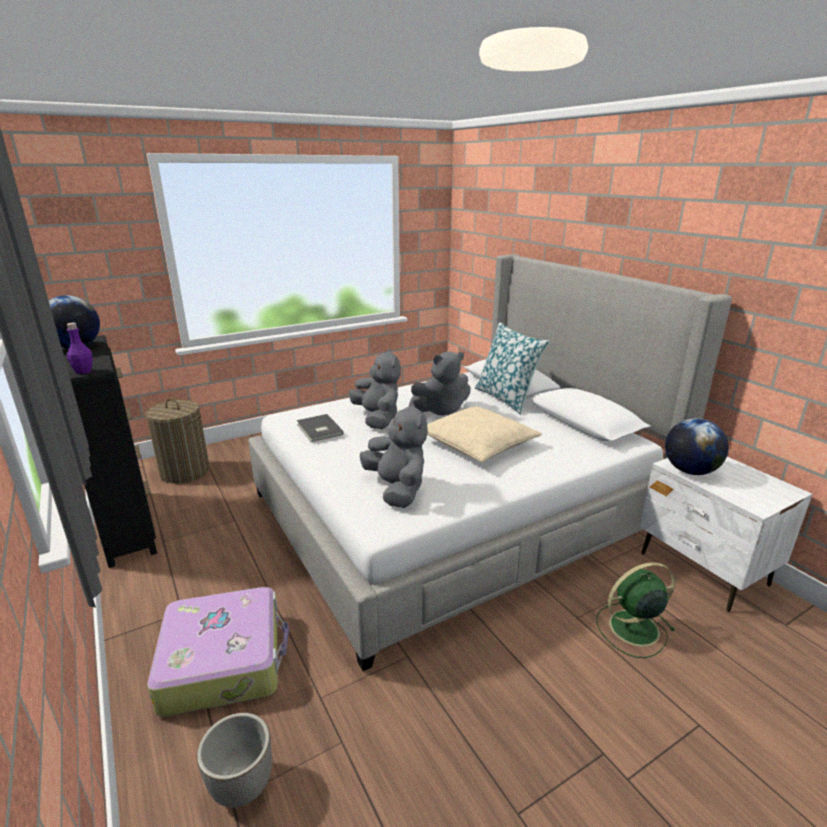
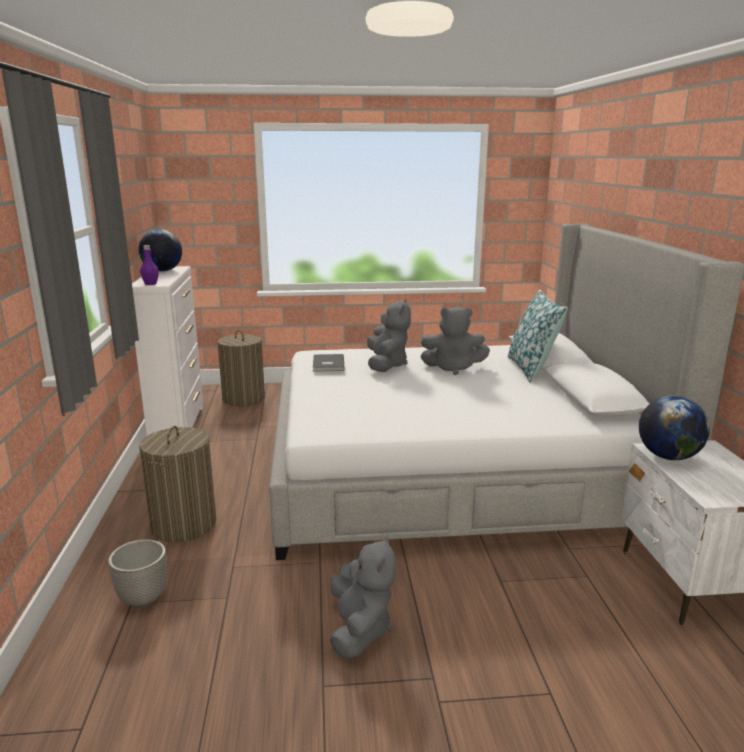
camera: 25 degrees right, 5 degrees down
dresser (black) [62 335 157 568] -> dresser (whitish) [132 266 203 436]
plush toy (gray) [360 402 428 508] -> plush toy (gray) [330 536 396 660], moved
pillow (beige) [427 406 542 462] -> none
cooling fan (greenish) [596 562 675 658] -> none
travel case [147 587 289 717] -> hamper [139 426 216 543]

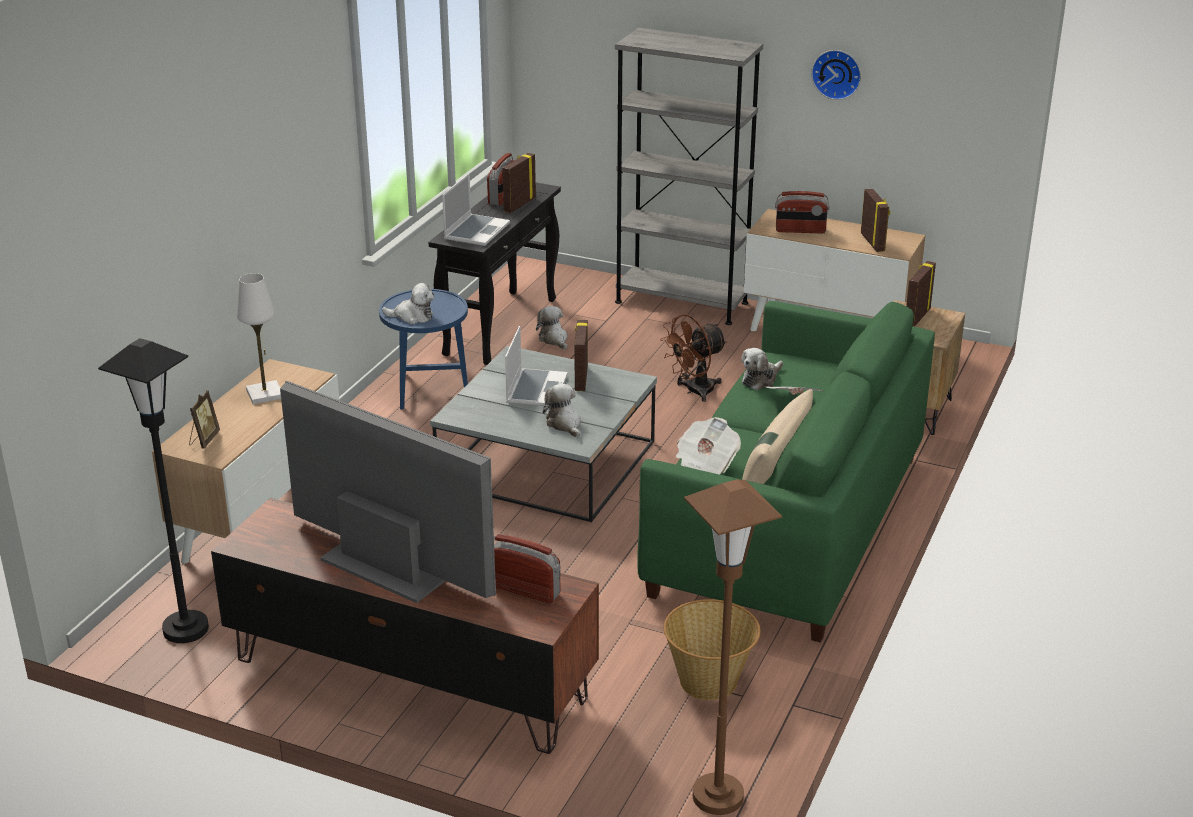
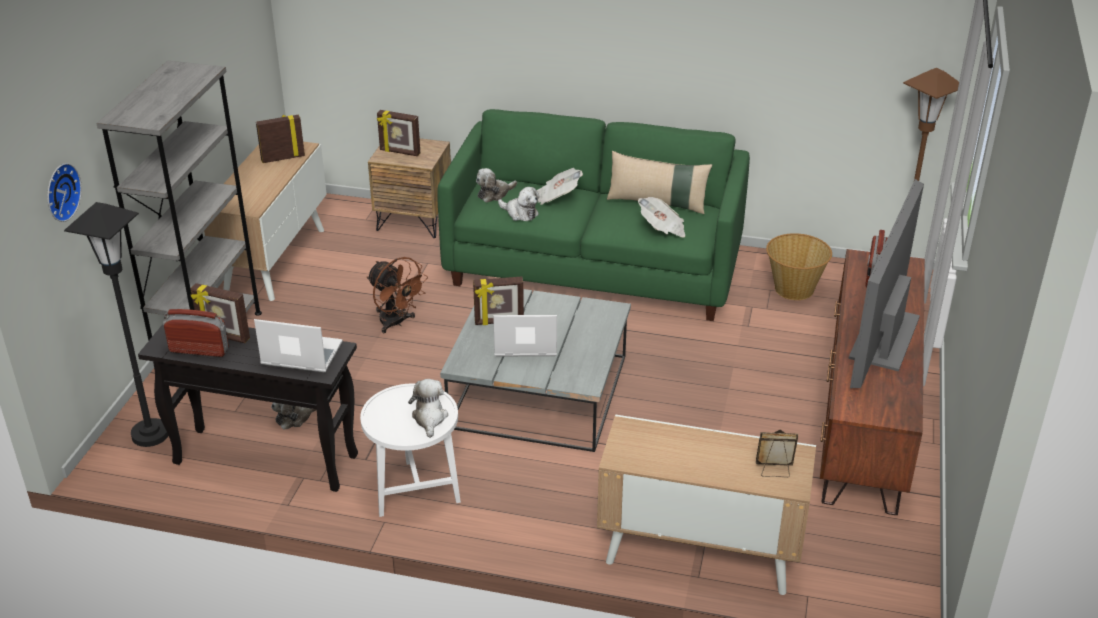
camera: 100 degrees left, 5 degrees up
hanging clock [811 50 861 100] -> hanging clock [47 163 82 222], moved
radio set [775 191 830 234] -> none
table lamp (whitish) [237 273 281 404] -> none
end table (bluish) [379 289 468 409] -> end table (whitish) [360 383 461 517]
standard lamp (black) [98 338 209 643] -> standard lamp (black) [64 202 168 447], moved
plush toy [543 384 581 437] -> plush toy [476 168 517 202], moved

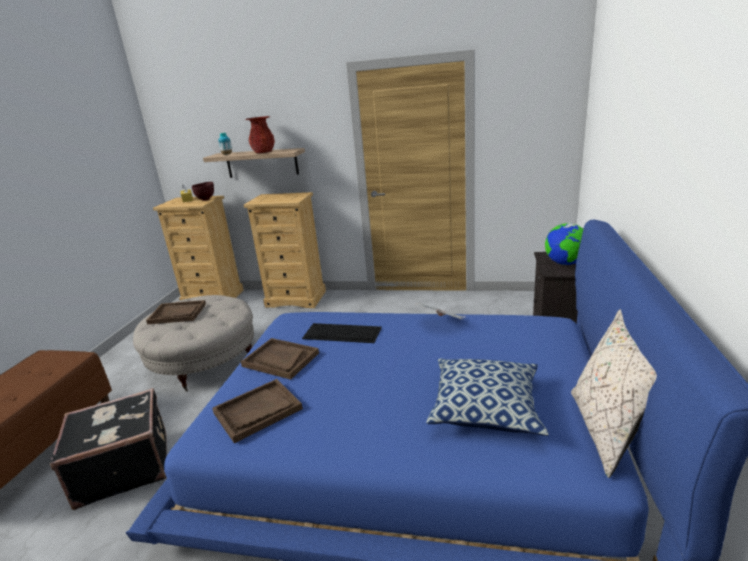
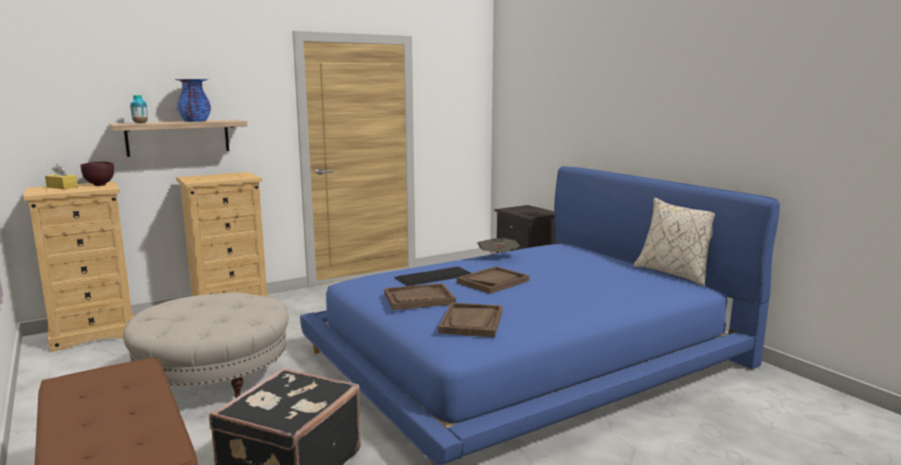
camera: 45 degrees left, 10 degrees down
flower vase (reddish) [245 116 275 153] -> flower vase (bluish) [175 79 211 122]
desk globe [545 223 583 265] -> none
serving tray (brown) [146 300 206 324] -> serving tray (brown) [457 266 529 294], moved
pillow [426 359 548 436] -> none

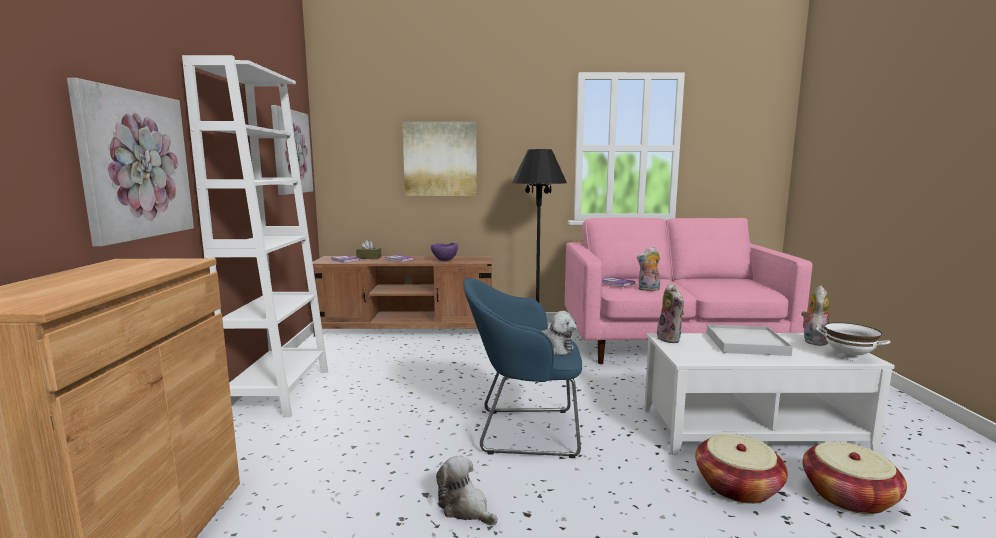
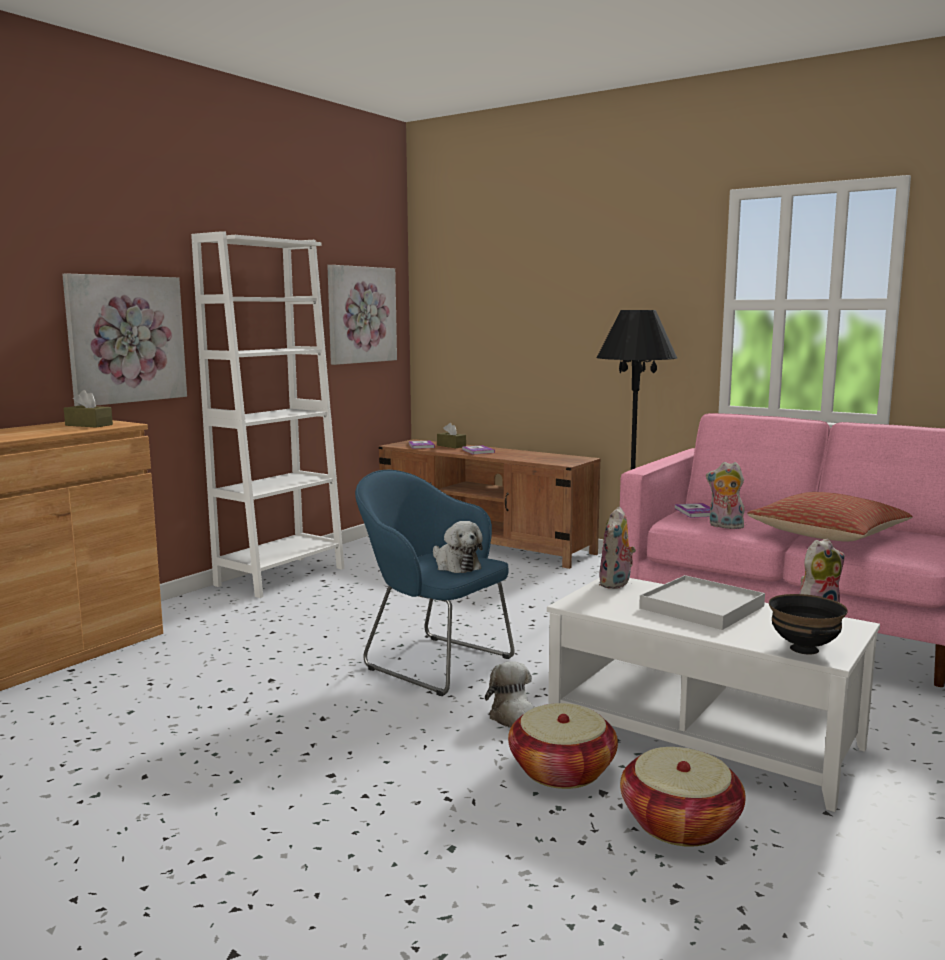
camera: 35 degrees right, 0 degrees up
wall picture [402 122 477 196] -> none
serving bowl (purplish) [431 243 458 261] -> none
serving bowl (whitish) [816 322 891 360] -> serving bowl (black) [769 594 848 655]
plush toy [436 455 498 525] -> plush toy [485 662 535 728], moved
none -> box of tissues (brown) [64 390 113 428]
none -> pillow [747 492 913 542]

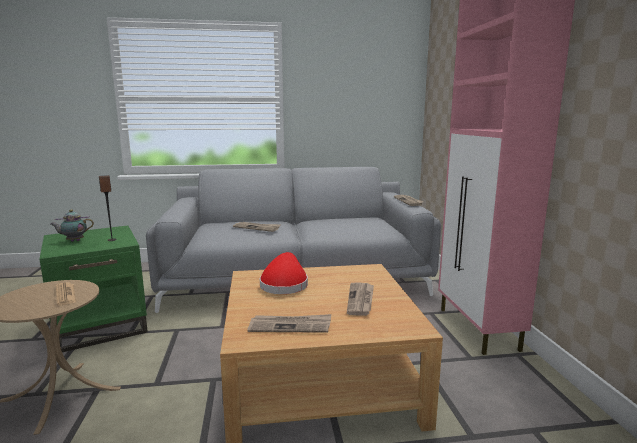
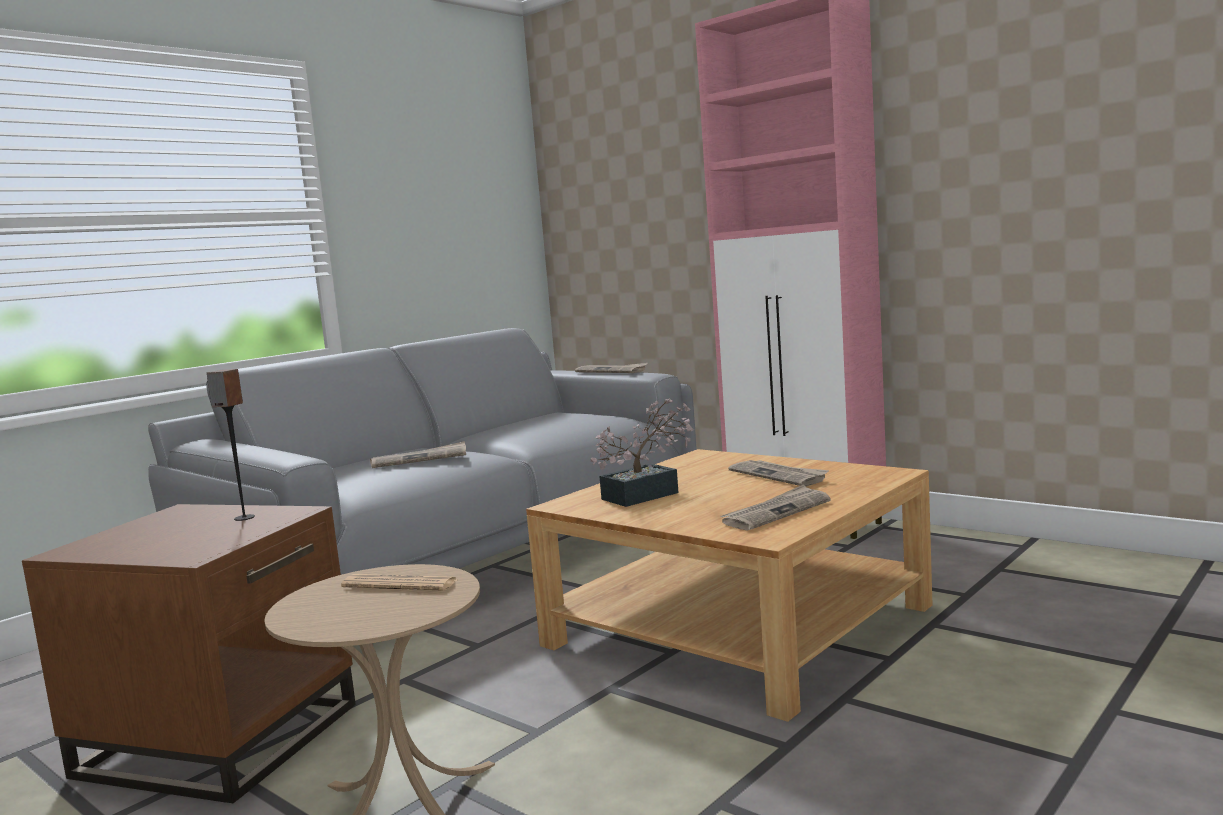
camera: 40 degrees left, 5 degrees down
teapot [50 209 94 242] -> none
end table (greenish) [39 225 148 352] -> end table (brown) [22 504 356 803]
hat (reddish) [260 252 308 294] -> plant in a pot [590 398 694 507]

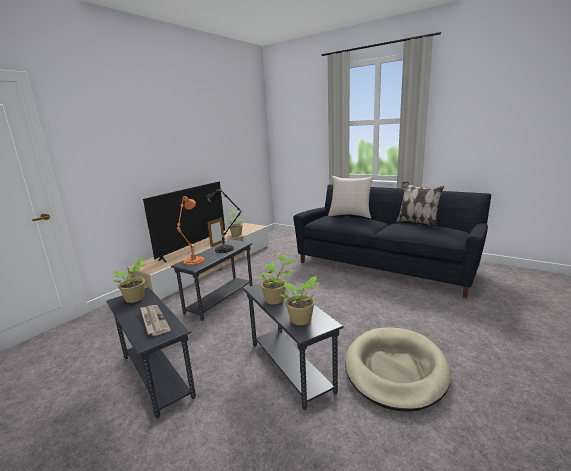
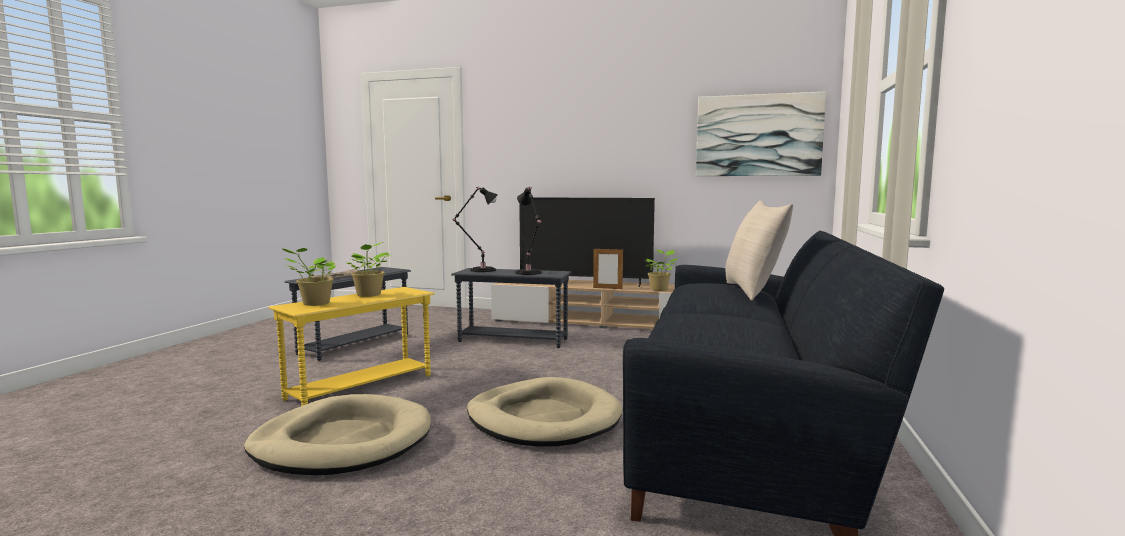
camera: 70 degrees right, 10 degrees down
pillow [396 181 444 228] -> none
table lamp (orange) [177 196 204 265] -> table lamp (black) [452 187 498 272]
plant in a pot [113 257 145 303] -> none
end table (gray) [243 284 344 410] -> end table (yellowish) [269 287 435 406]
none -> wall picture [696 92 826 176]
none -> dog cushion (beige) [467 377 622 446]

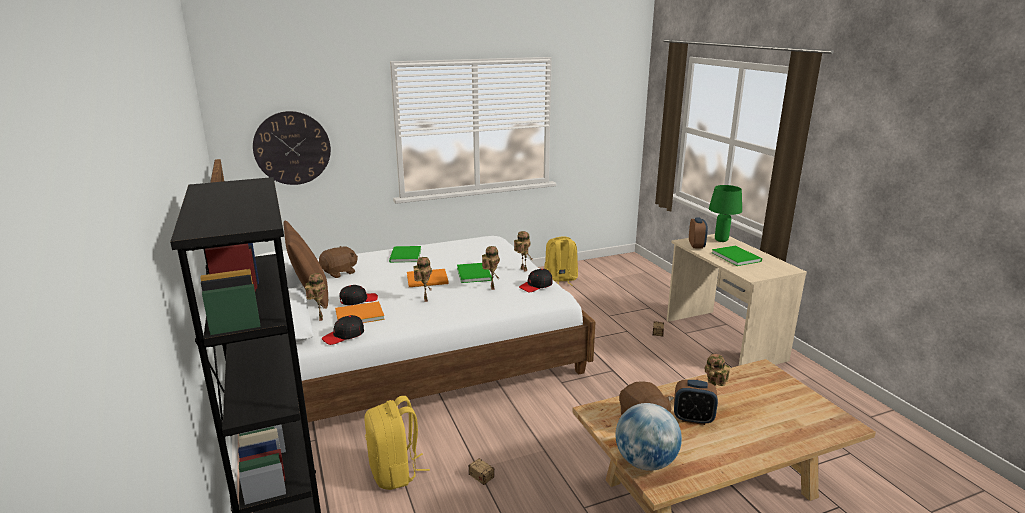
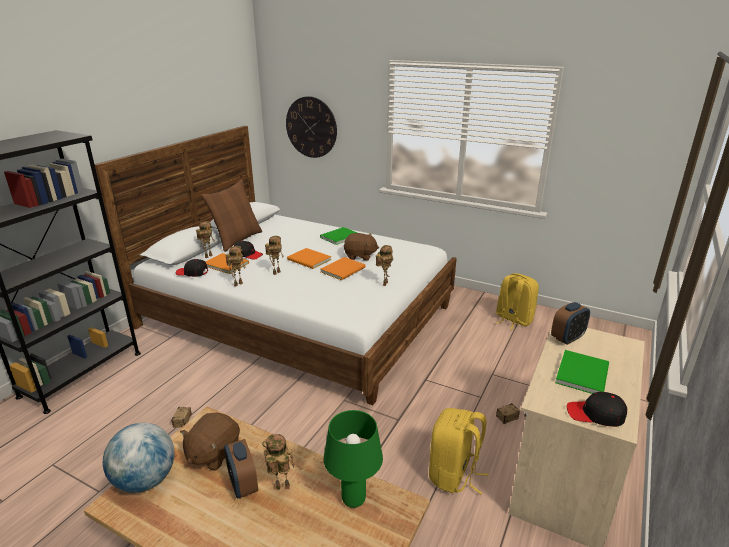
camera: 50 degrees right, 5 degrees up
table lamp (greenish) [709 185 742 242] -> table lamp (greenish) [324 410 383 508], moved
plush toy (brown) [319 246 358 278] -> plush toy (brown) [344 233 379 261], moved
toy robot [482 246 500 290] -> toy robot [225 246 246 286], moved
book (greenish) [457 263 492 283] -> book (orange) [321 257 366 280]
peaked cap (black) [519 269 552 292] -> peaked cap (black) [567 392 628 427], moved
knapsack (yellowish) [364 396 430 490] -> knapsack (yellowish) [429 408 489 494], moved

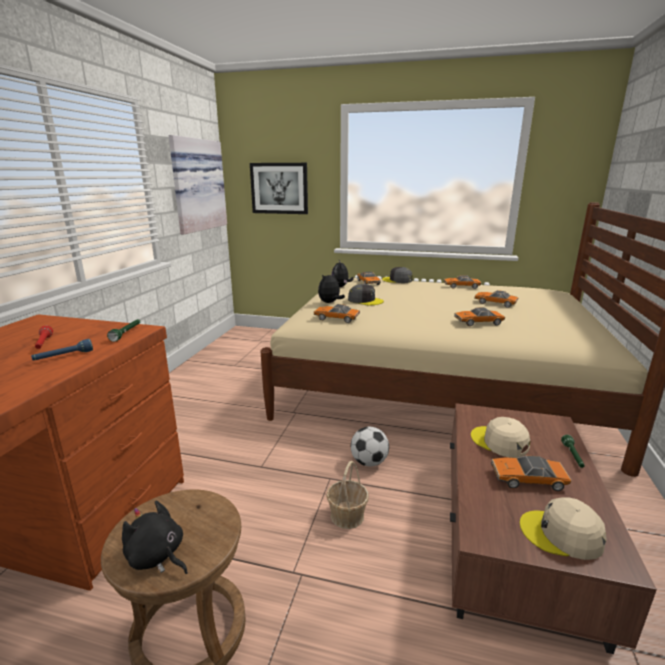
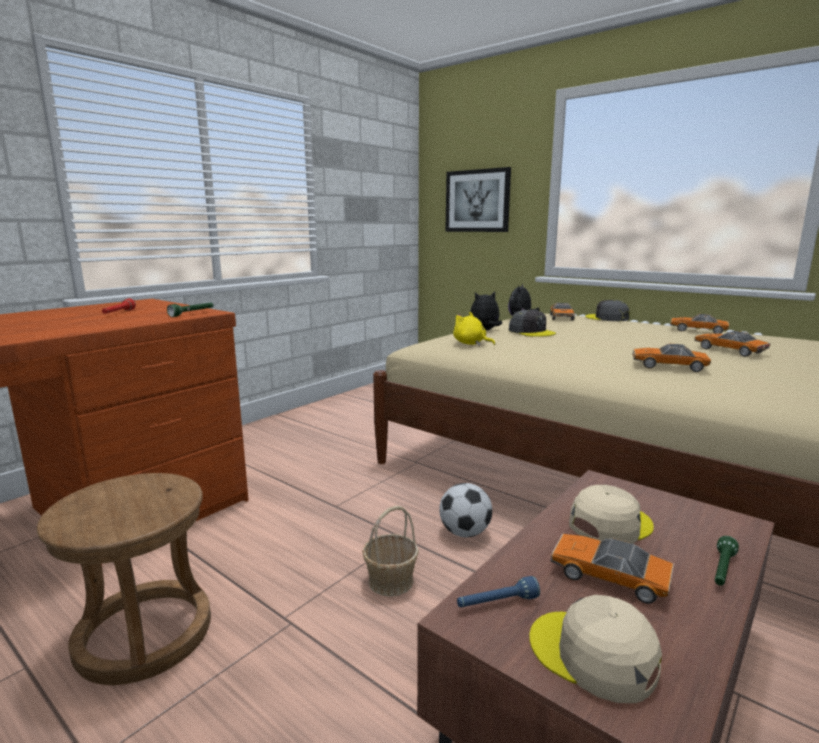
camera: 25 degrees right, 5 degrees down
wall picture [169 135 227 234] -> none
miniature car [314 304 360 323] -> plush toy (yellowish) [453 312 495 345]
torch (bluish) [31 339 93 361] -> torch (bluish) [457 576 540 607], moved
peaked cap (beige) [471 417 530 458] -> peaked cap (beige) [569 485 654 544], 75 degrees clockwise
plush toy (black) [122 501 188 574] -> none

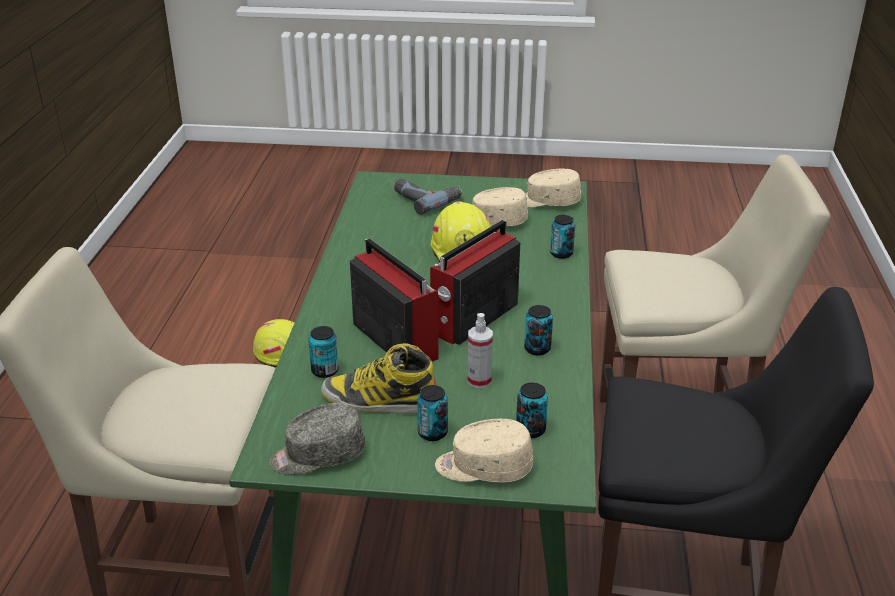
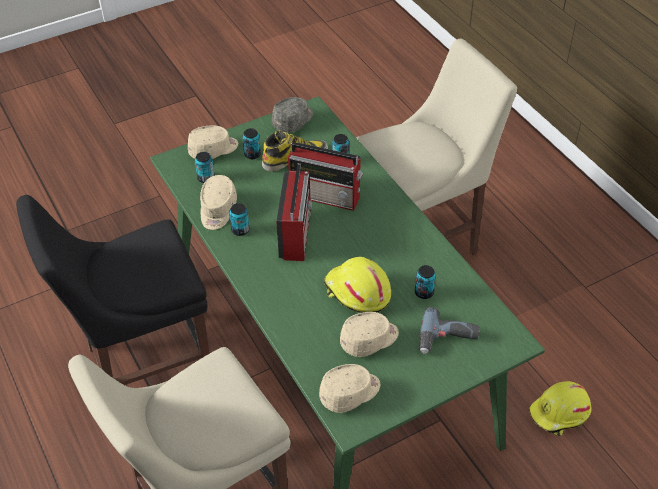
camera: 145 degrees right, 15 degrees up
metal can [550 215 575 259] -> metal can [415 265 436 299], moved
hand sprayer [468 313 493 389] -> none
none -> peaked cap (beige) [200 175 237 230]

